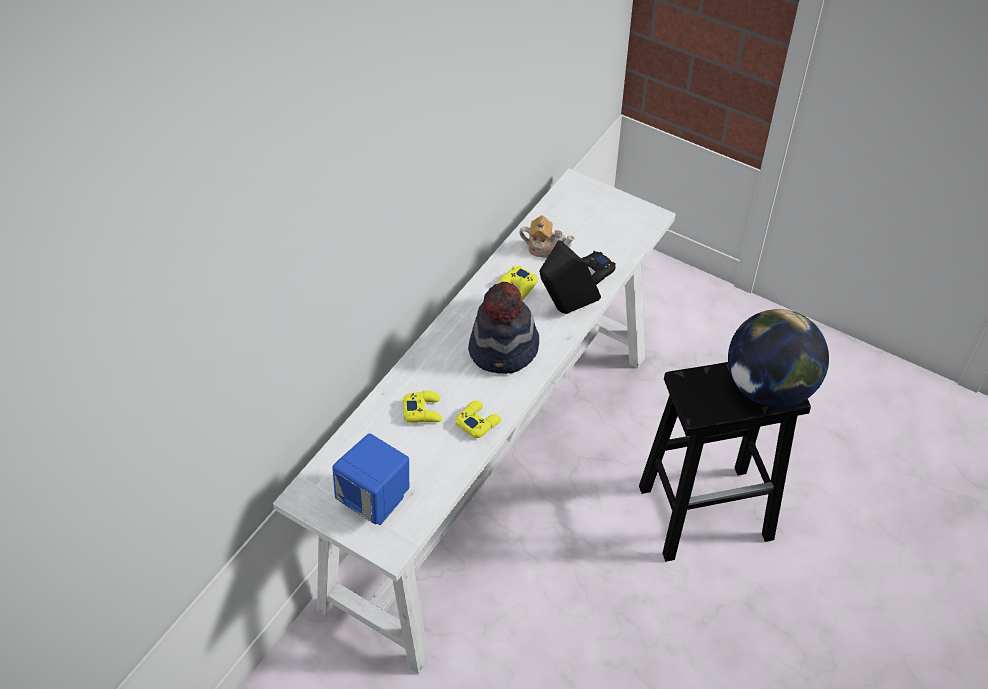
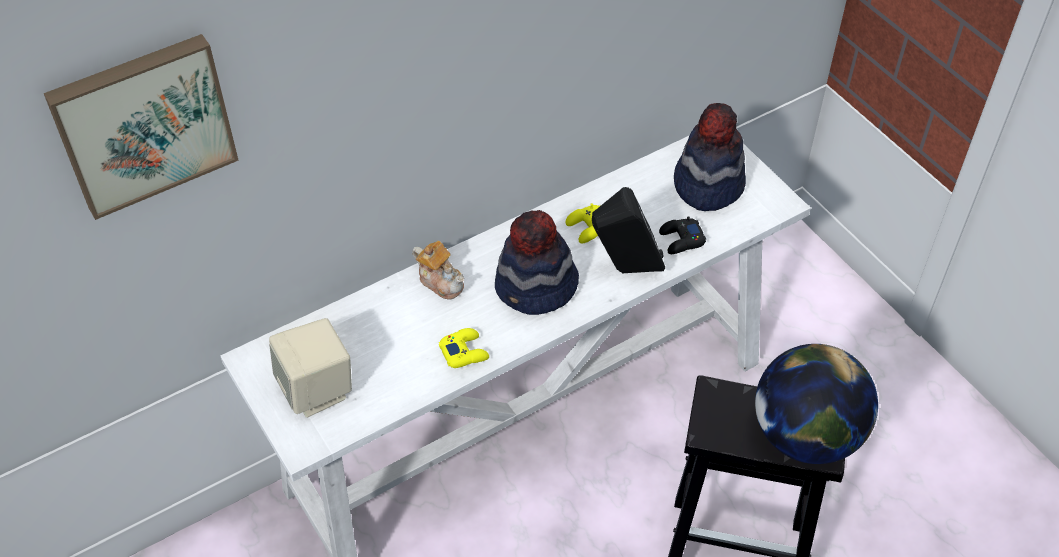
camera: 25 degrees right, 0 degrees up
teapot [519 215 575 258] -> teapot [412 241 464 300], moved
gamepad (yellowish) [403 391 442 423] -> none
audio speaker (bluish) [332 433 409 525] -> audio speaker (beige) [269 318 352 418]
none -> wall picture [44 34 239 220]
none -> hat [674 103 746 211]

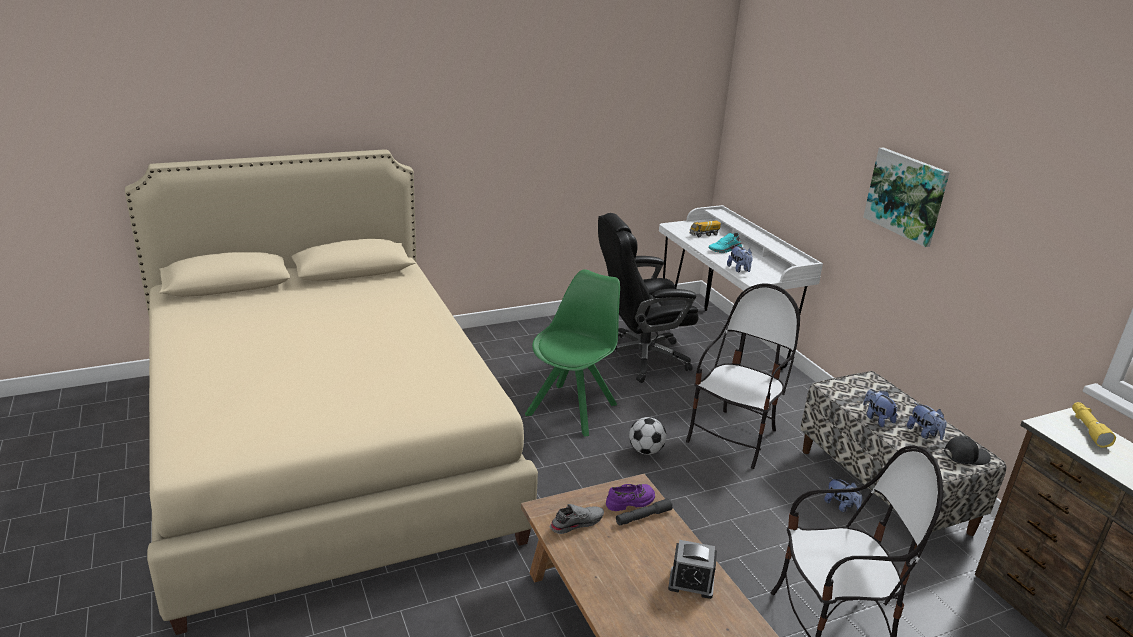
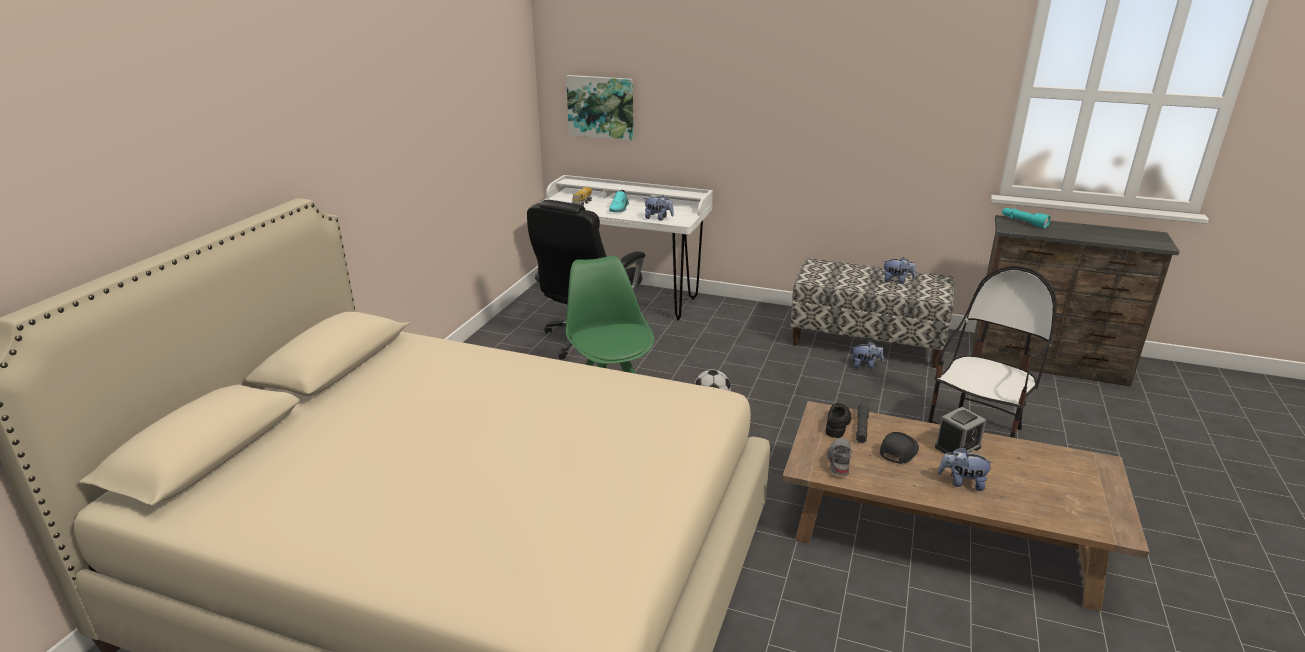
camera: 45 degrees left, 0 degrees up
wall picture [863 147 950 247] -> wall picture [566 75 633 141], moved
plain chair [686 283 800 469] -> none
plush toy [863 389 898 427] -> plush toy [938 447 995 491], moved
torch (yellowish) [1072 402 1116 448] -> torch (turquoise) [1002 208 1051 228]
peaked cap (black) [944 436 991 465] -> peaked cap (black) [880 432 919 464], moved
item of footwear (purplish) [606 484 655 511] -> item of footwear (black) [826 403 851 438]

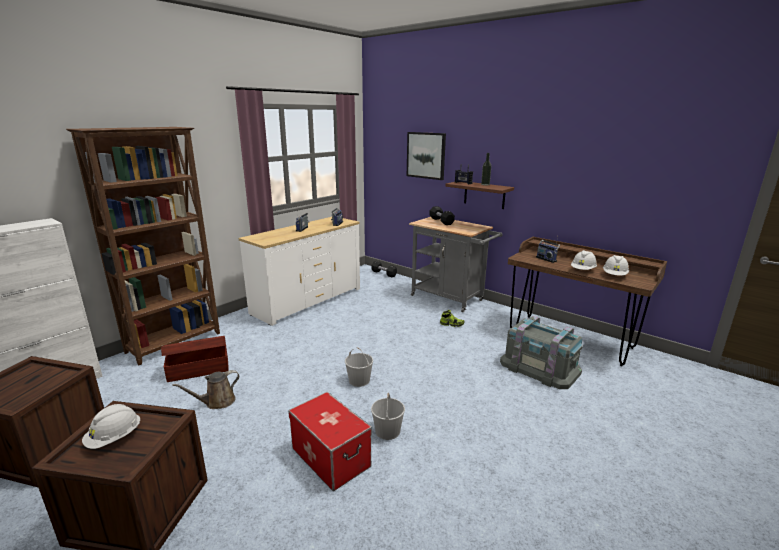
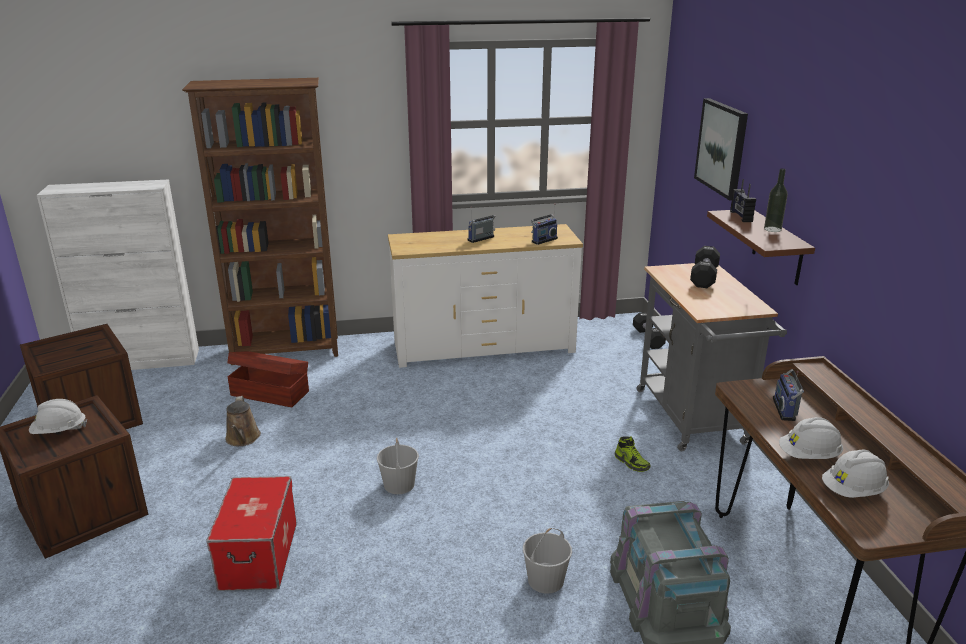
camera: 40 degrees right, 5 degrees up
sprinkling can (brown) [172 370 239 409] -> sprinkling can (brown) [225 396 261 446], 105 degrees counterclockwise
pail (whitish) [371 393 405 440] -> pail (whitish) [523 528 572 594], moved

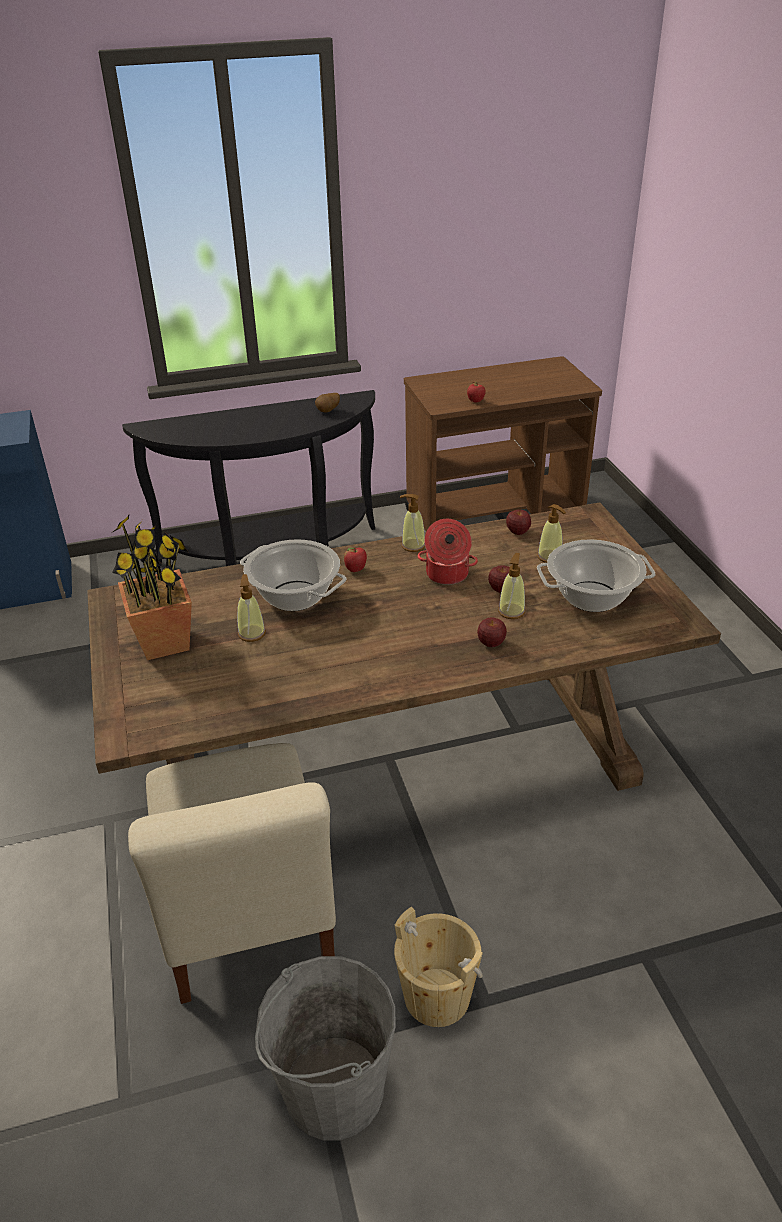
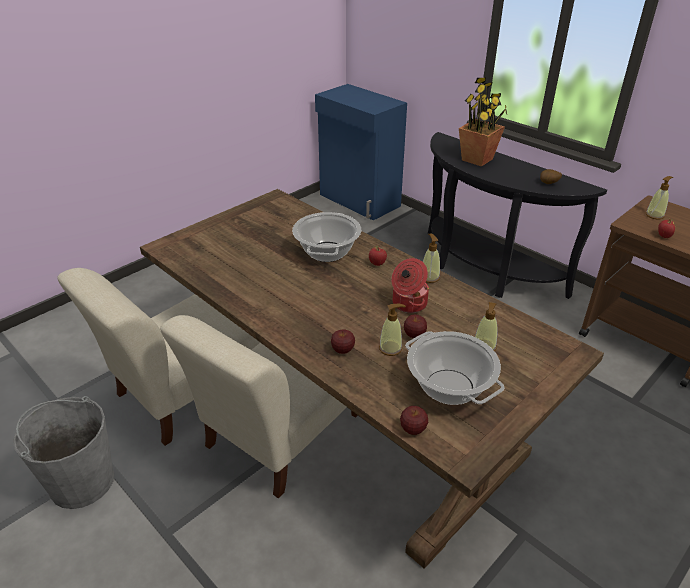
camera: 60 degrees right, 0 degrees up
whole apple [506 510 531 535] -> whole apple [400 406 428 435], moved
plant in a pot [112 515 192 660] -> plant in a pot [459 77 507 167], moved
soap dispenser [237 574 266 642] -> soap dispenser [646 176 674 219], moved
pail (beige) [394 907 483 1027] -> none
none -> plain chair (beige) [160 315 358 498]

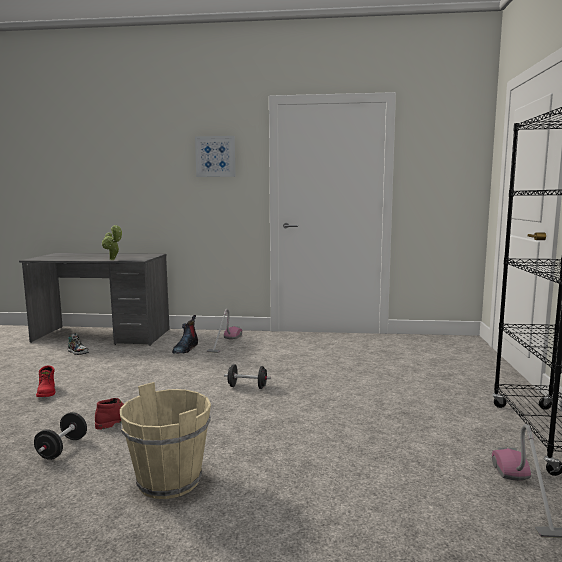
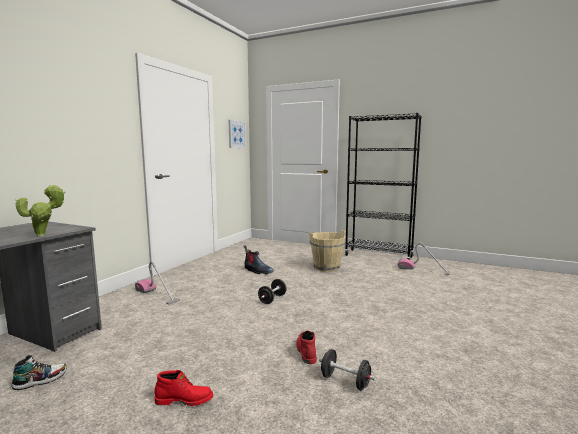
camera: 70 degrees left, 0 degrees up
wall picture [195 136 236 177] -> wall picture [229 120 246 148], moved
boot [172 315 198 354] -> boot [244 246 274 274], moved
pail (beige) [120 382 211 499] -> pail (beige) [309 230 346 272], moved

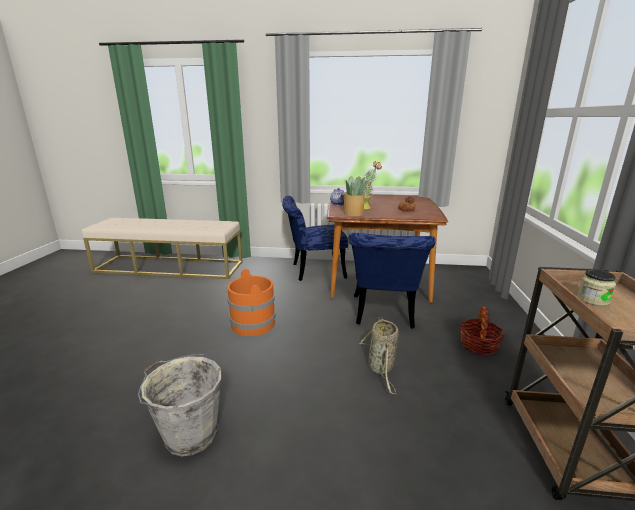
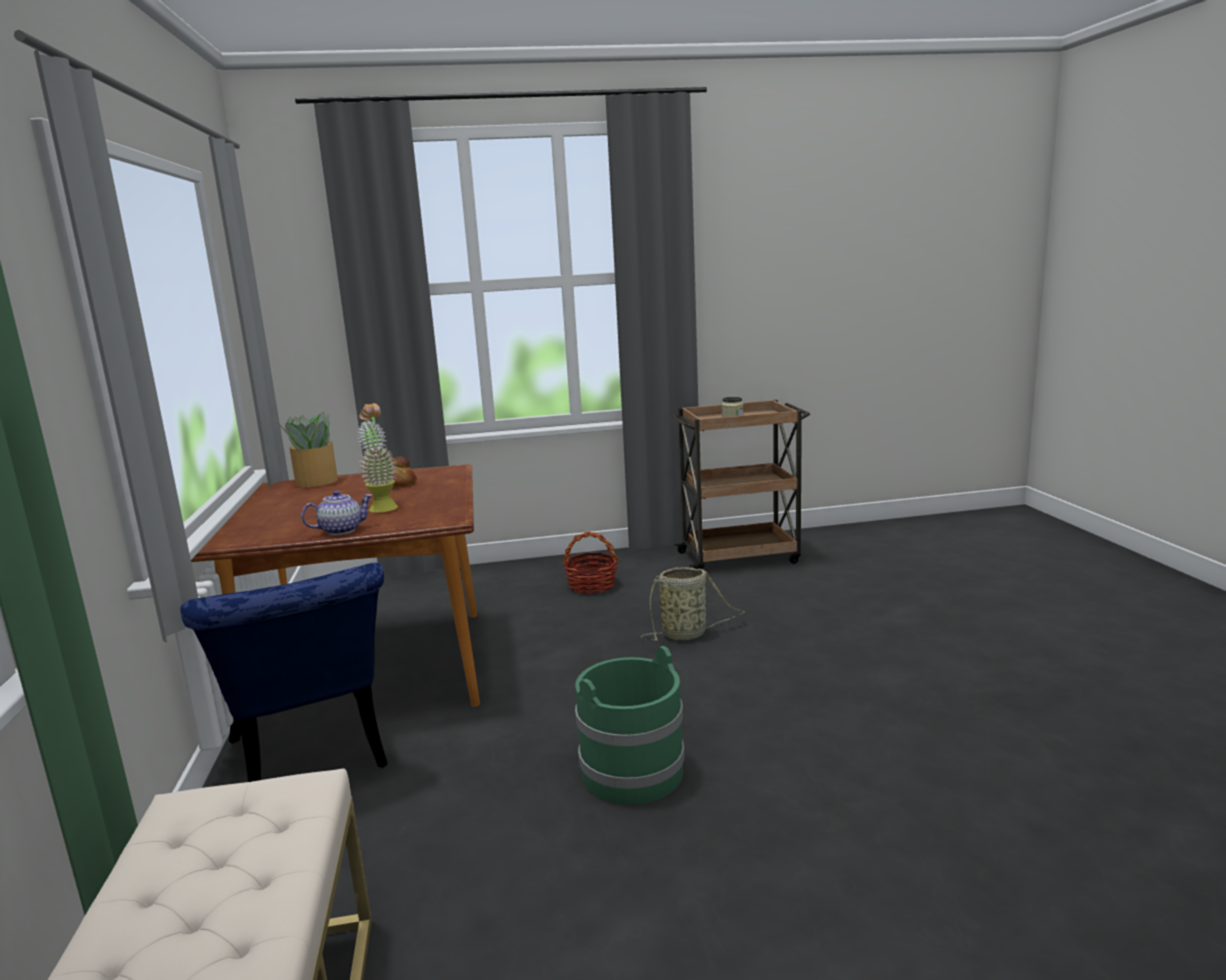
camera: 105 degrees left, 5 degrees down
plant in a pot [344 176 369 216] -> plant in a pot [277 412 338 487], moved
plain chair (bluish) [349 233 436 329] -> none
pail (orange) [227 269 275 336] -> pail (greenish) [575 646 684 805]
pail (gray) [138 354 221 457] -> none

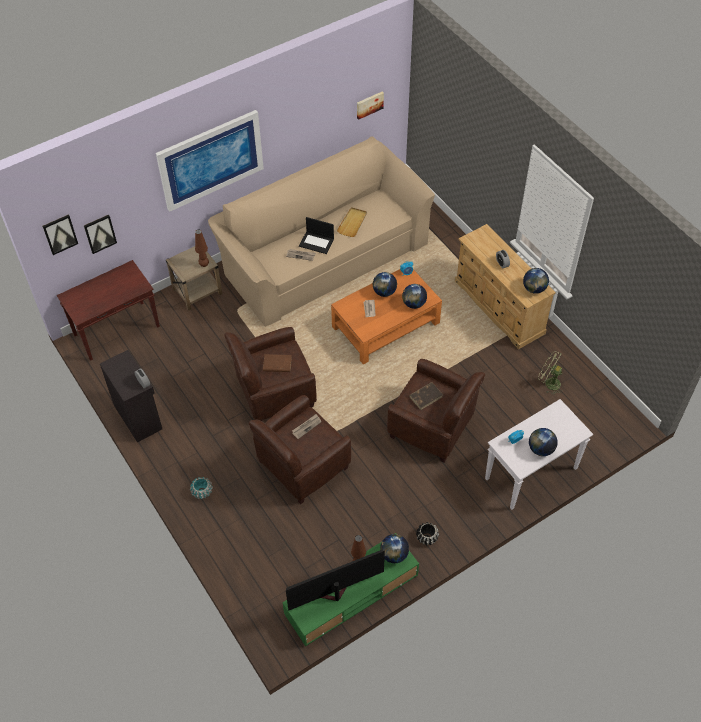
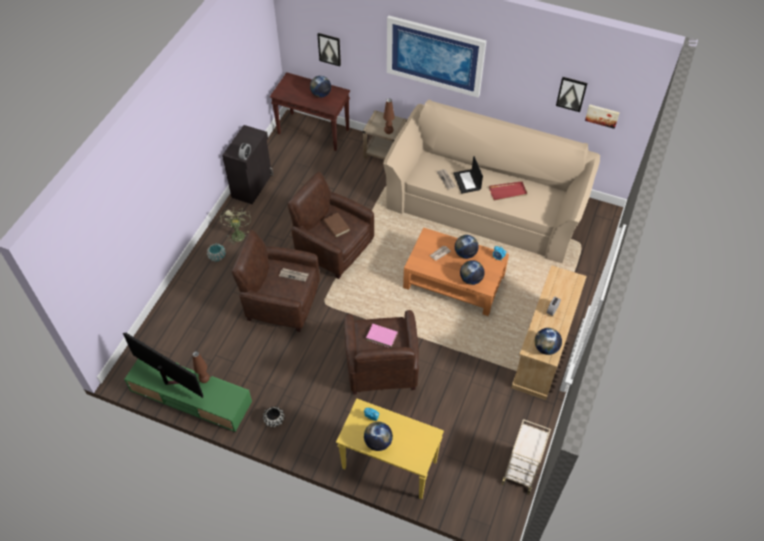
camera: 55 degrees right, 0 degrees up
serving tray (beige) [337 207 367 237] -> serving tray (reddish) [489 181 527 200]
wall picture [42 215 78 255] -> wall picture [556 77 587 112], moved
cooling fan (greenish) [538 351 563 395] -> cooling fan (greenish) [220 207 251 245], moved
book (brown) [409 382 443 410] -> book (pink) [366 324 398 348]
hall table (whitish) [485 399 593 510] -> hall table (yellowish) [336 398 444 499]
desk globe [380 534 409 563] -> desk globe [310 76 331 98], moved
none -> trolley (beige) [502 419 551 495]

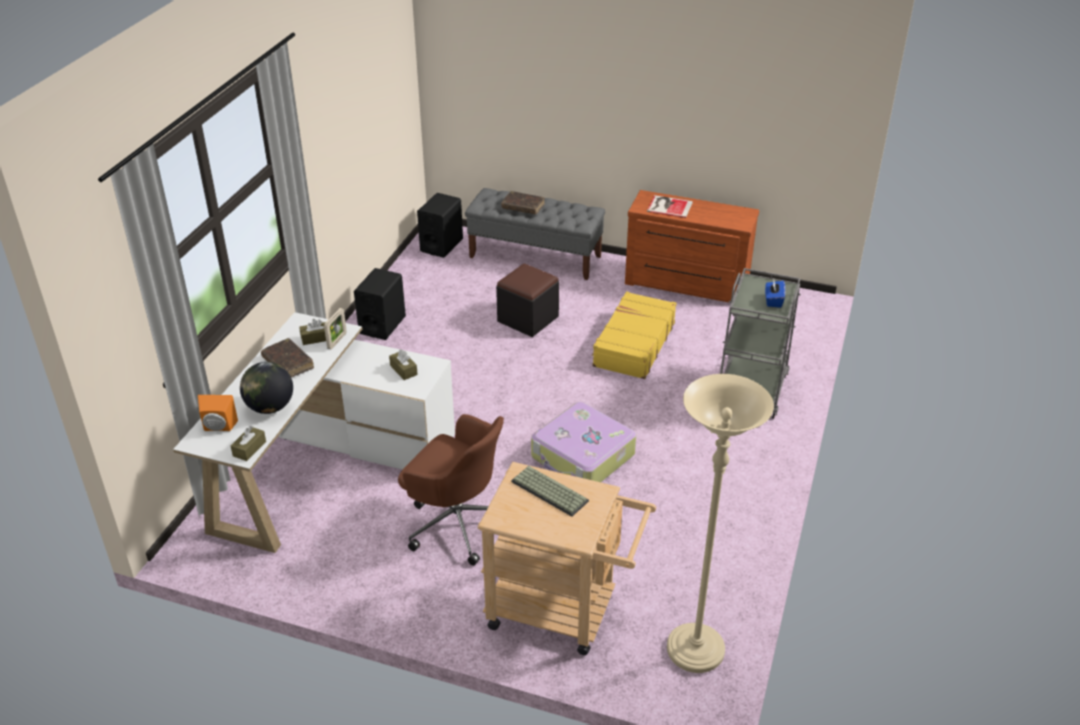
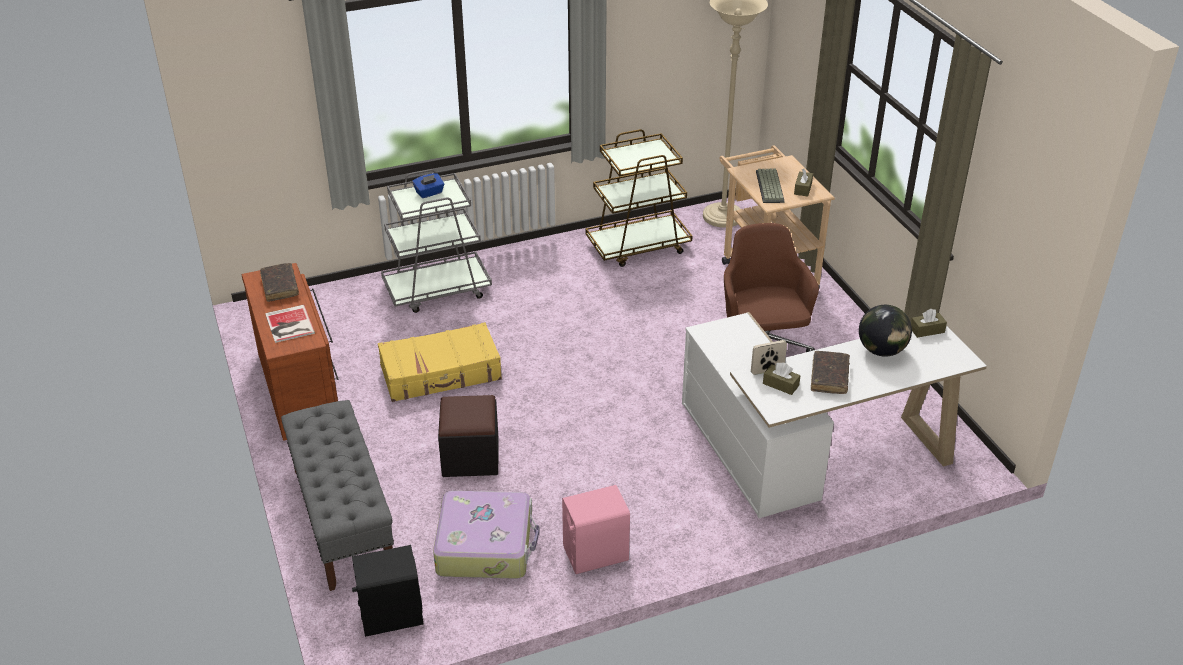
camera: 130 degrees left, 0 degrees up
book (brown) [501 191 545 214] -> book (brown) [260 263 299 302], moved
audio speaker (black) [354 268 406 340] -> audio speaker (pink) [562 485 630 574]
box of tissues (brown) [389 349 418 380] -> box of tissues (brown) [794 169 813 197], moved
audio speaker (orange) [198 395 238 431] -> none
travel case [531 402 636 482] -> travel case [433 491 540 579], moved
none -> trolley (brown) [585 129 693 267]

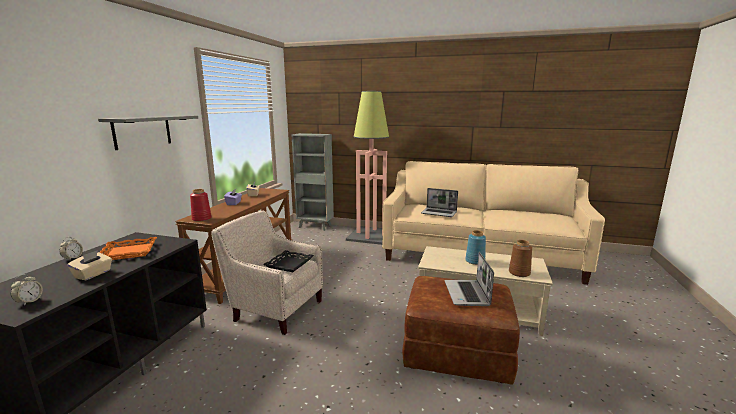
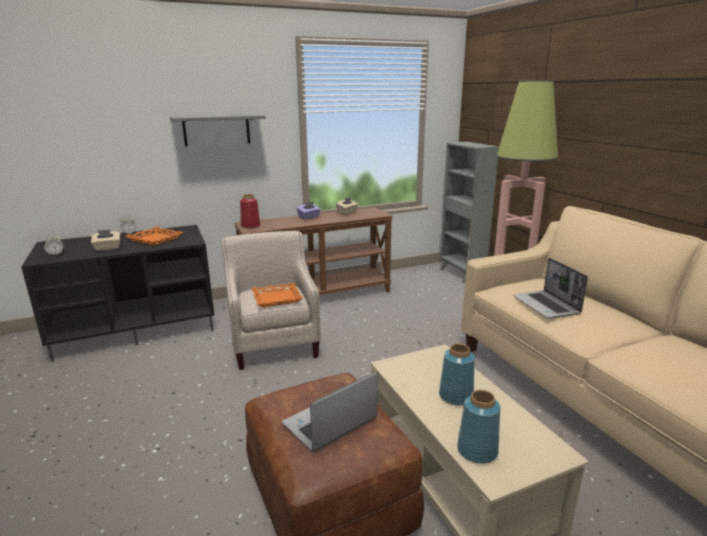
camera: 50 degrees right, 5 degrees up
flower vase (brown) [509 240 532 277] -> flower vase (bluish) [457 390 501 464]
serving tray (black) [263 250 314 272] -> serving tray (orange) [252 283 303 307]

